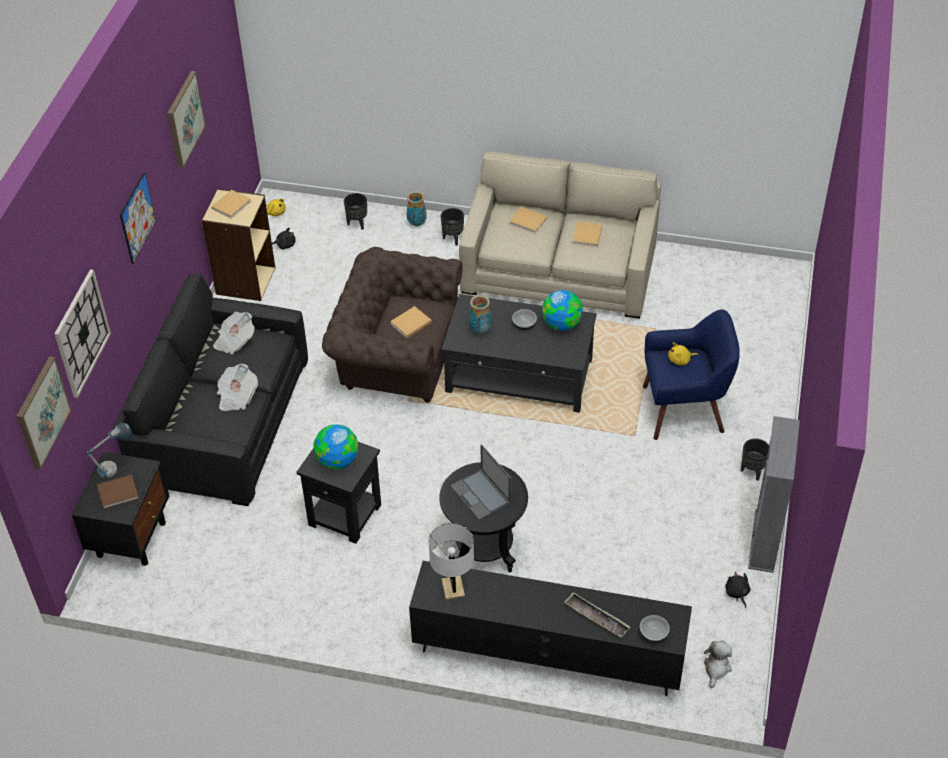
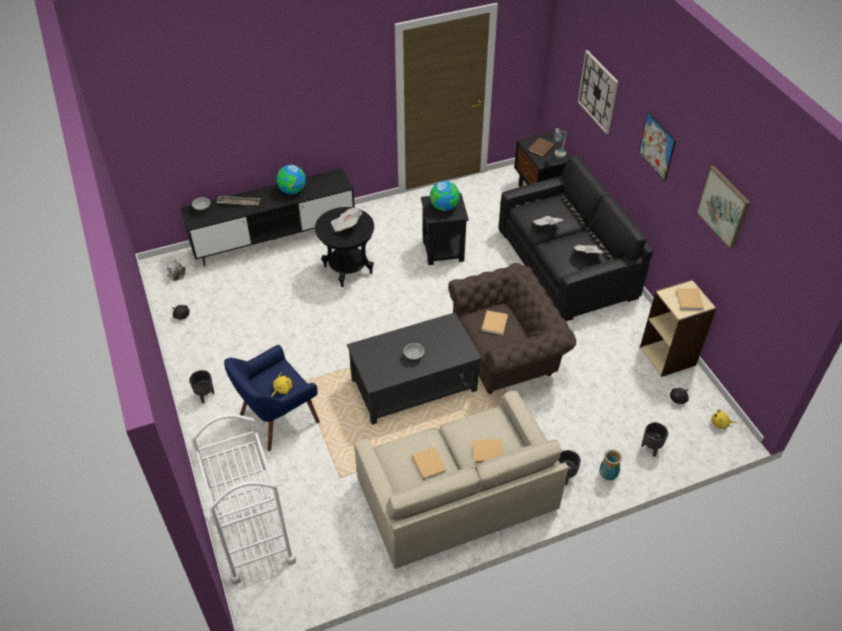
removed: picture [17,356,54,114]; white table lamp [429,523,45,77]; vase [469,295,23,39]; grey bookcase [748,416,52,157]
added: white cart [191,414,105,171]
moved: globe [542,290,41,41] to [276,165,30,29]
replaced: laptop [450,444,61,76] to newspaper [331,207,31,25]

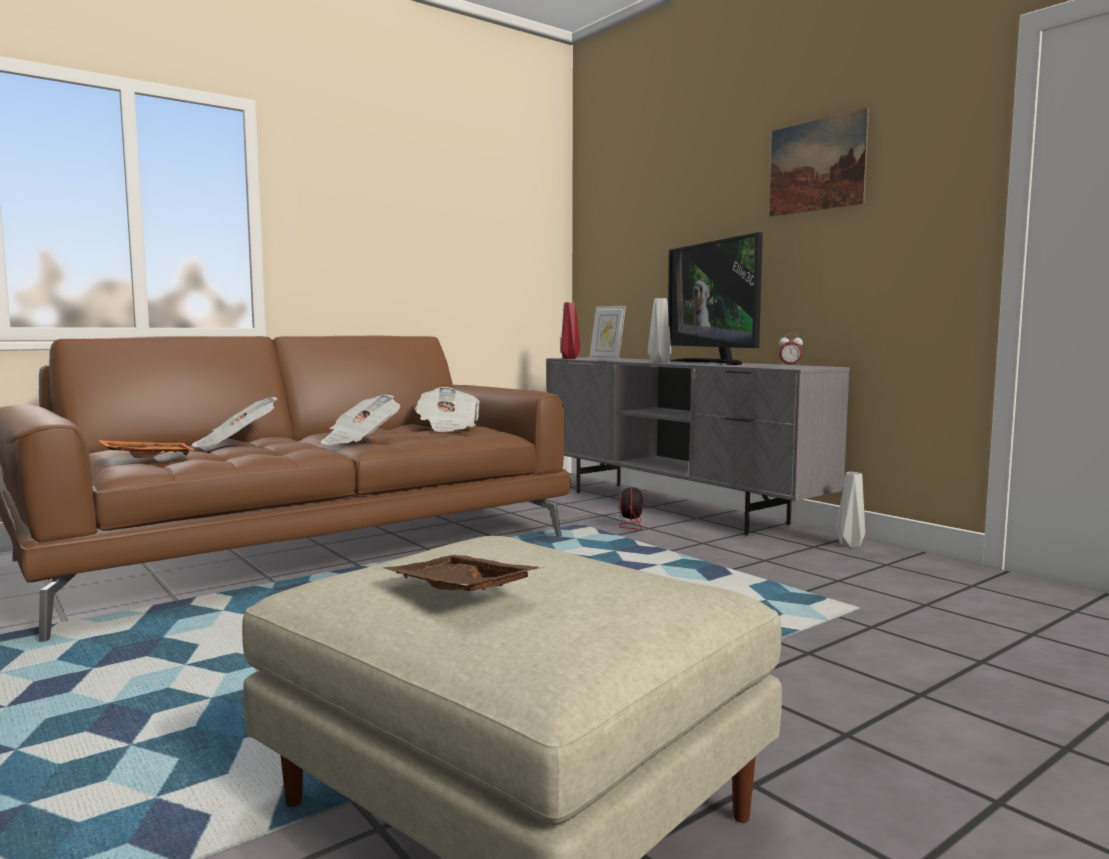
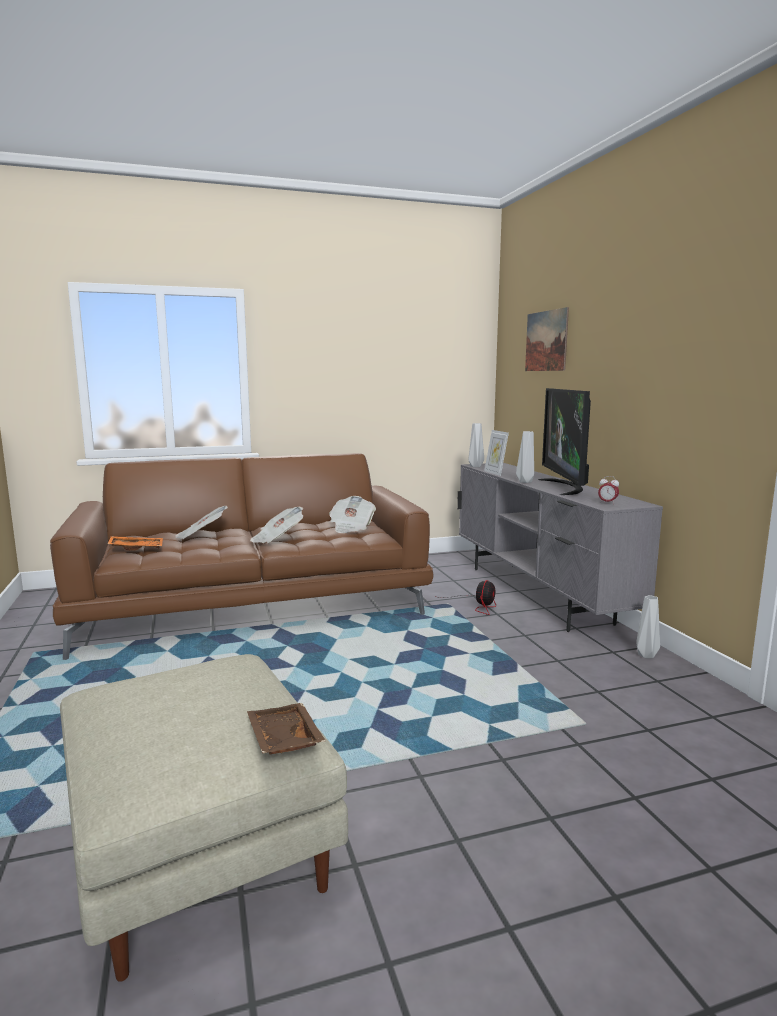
moved: brown tray [384,555,159,36] to [247,703,79,51]; picture [769,108,100,108] to [525,307,44,64]
recoloured: red vase [561,302,20,57] to grey vase [468,423,16,44]

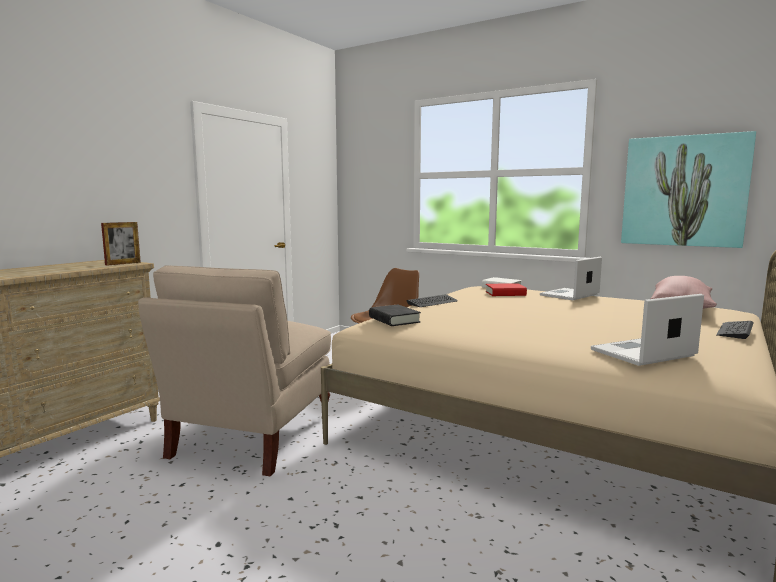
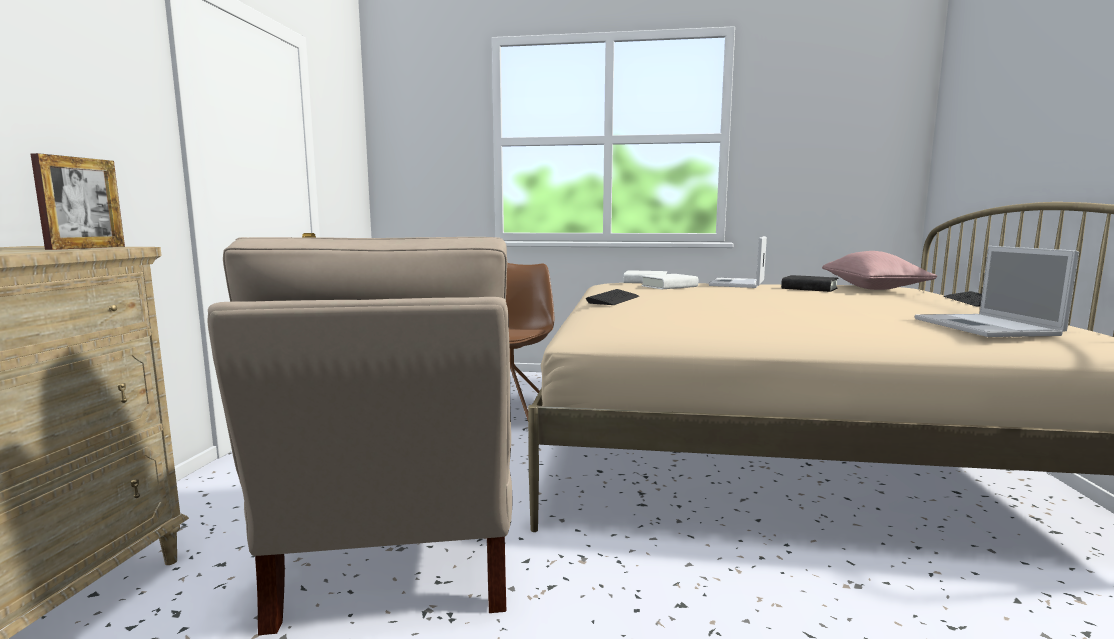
removed: picture [621,131,135,117]
moved: black book [369,305,52,21] to [781,275,57,17]
recoloured: red book [485,283,42,13] to white book [641,274,57,15]
turned: laptop [591,294,113,72] = [915,246,164,91] 45 degrees counterclockwise

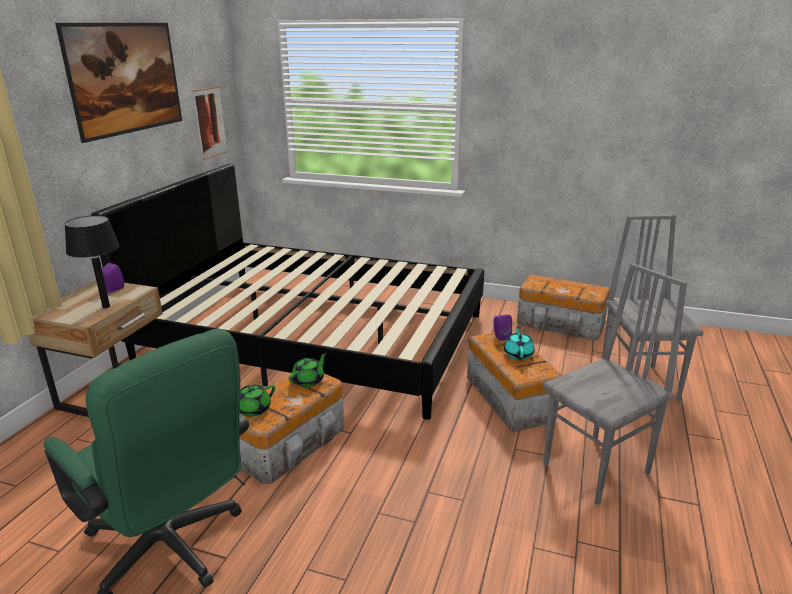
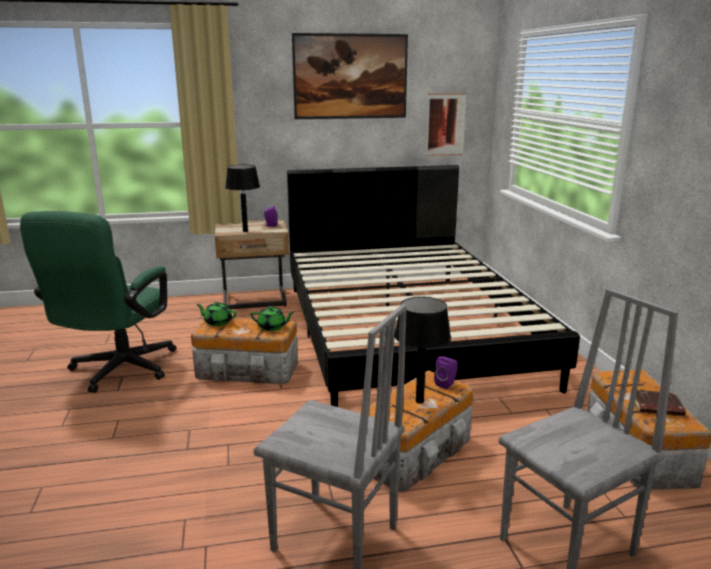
added: brown book [635,390,51,26]
replaced: turquoise teapot [504,327,31,33] to black table lamp [395,297,56,107]

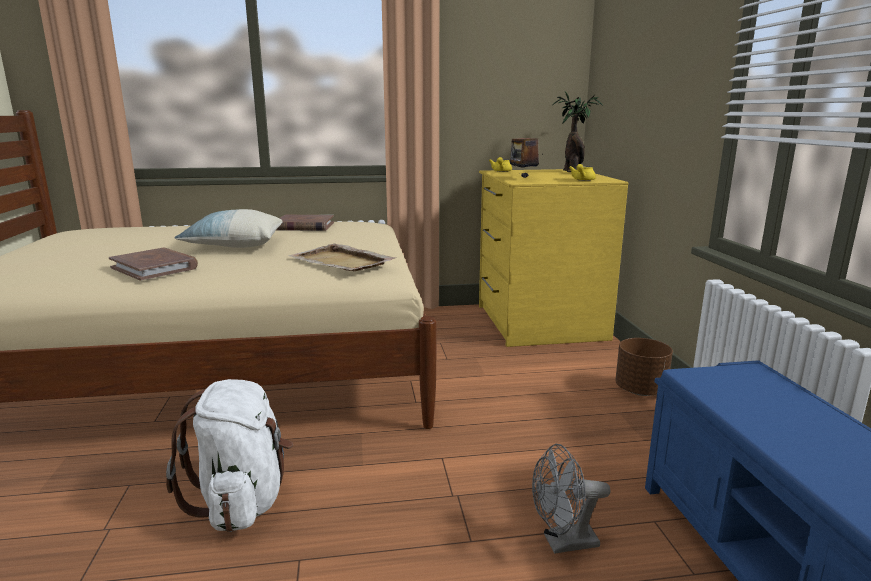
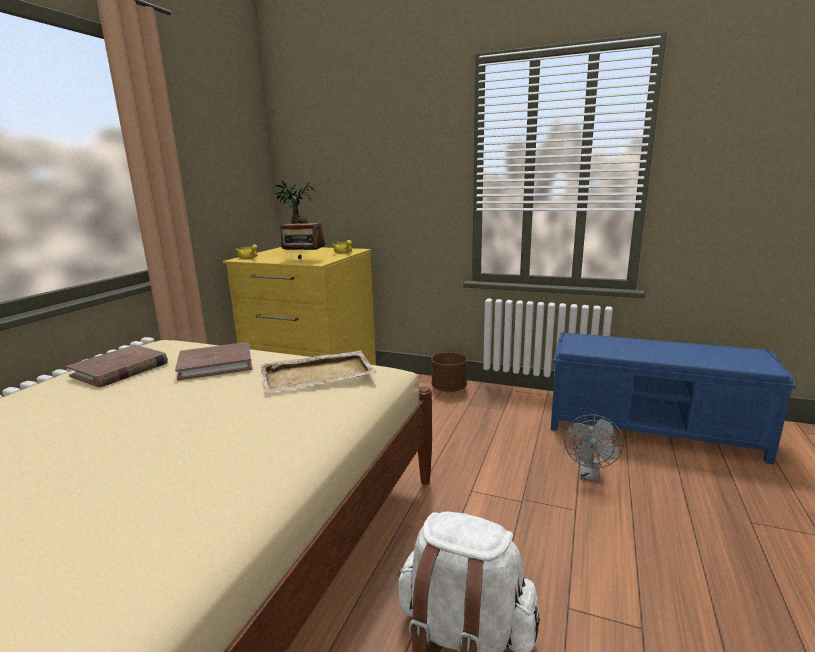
removed: pillow [174,209,109,39]
moved: brown book [109,248,89,33] to [175,342,77,39]

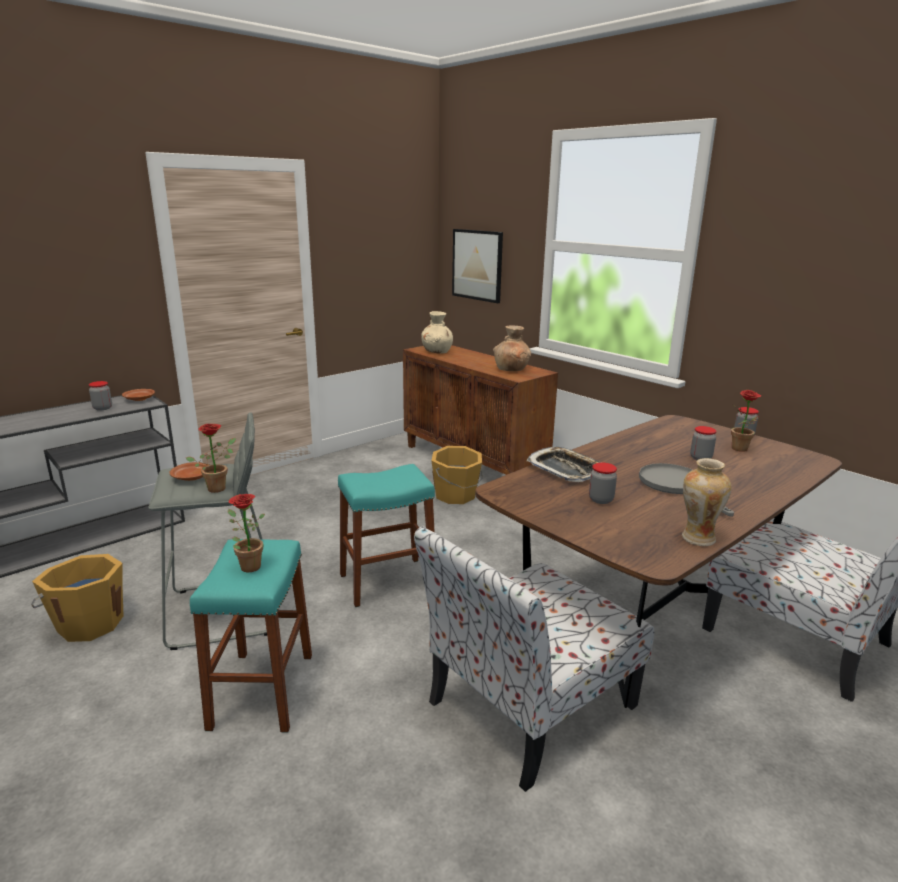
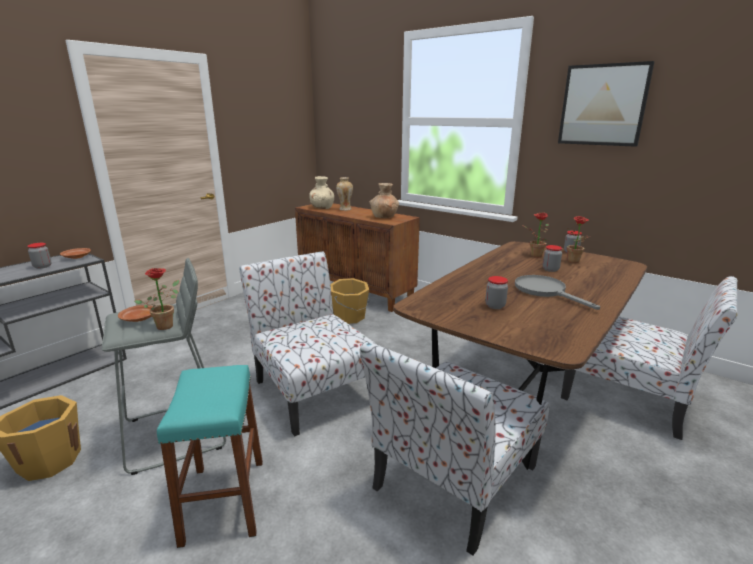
removed: tray [527,447,76,35]
moved: vase [682,458,49,88] to [336,177,17,34]; potted plant [228,494,37,78] to [523,212,26,45]; picture [452,229,51,74] to [558,61,97,86]
replaced: turquoise stool [338,464,97,143] to chair [239,251,138,185]

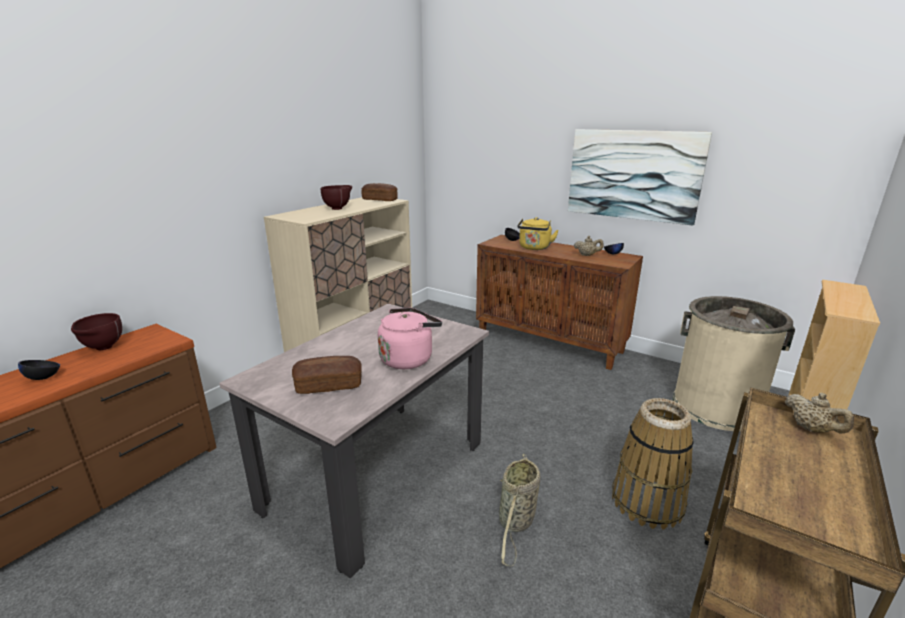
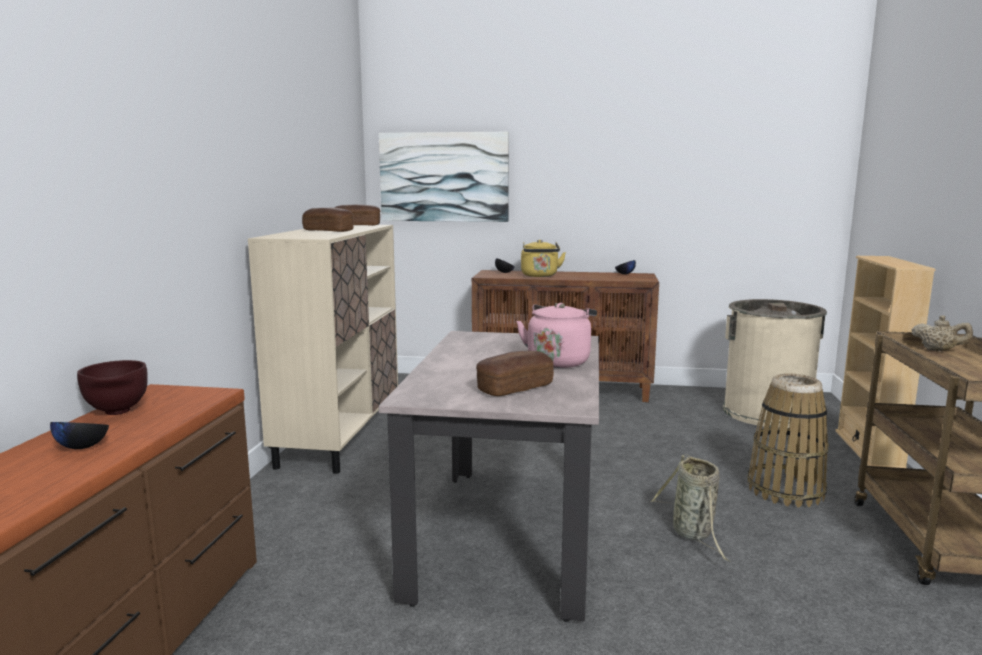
removed: beige teapot [574,236,30,20]
moved: picture [568,129,144,97] to [379,132,130,90]
replaced: brown bowl [321,185,31,25] to bread [302,208,52,24]

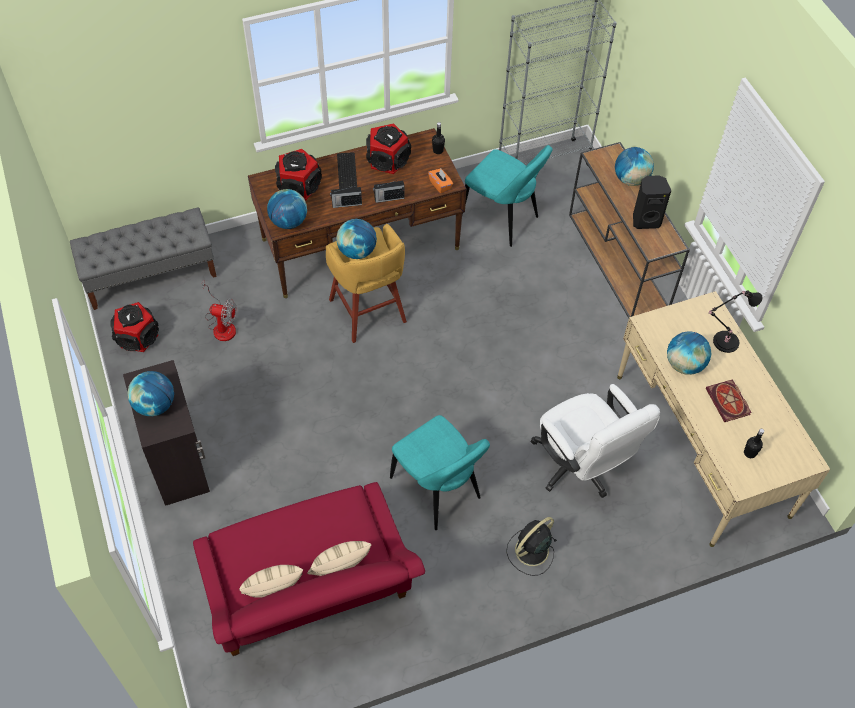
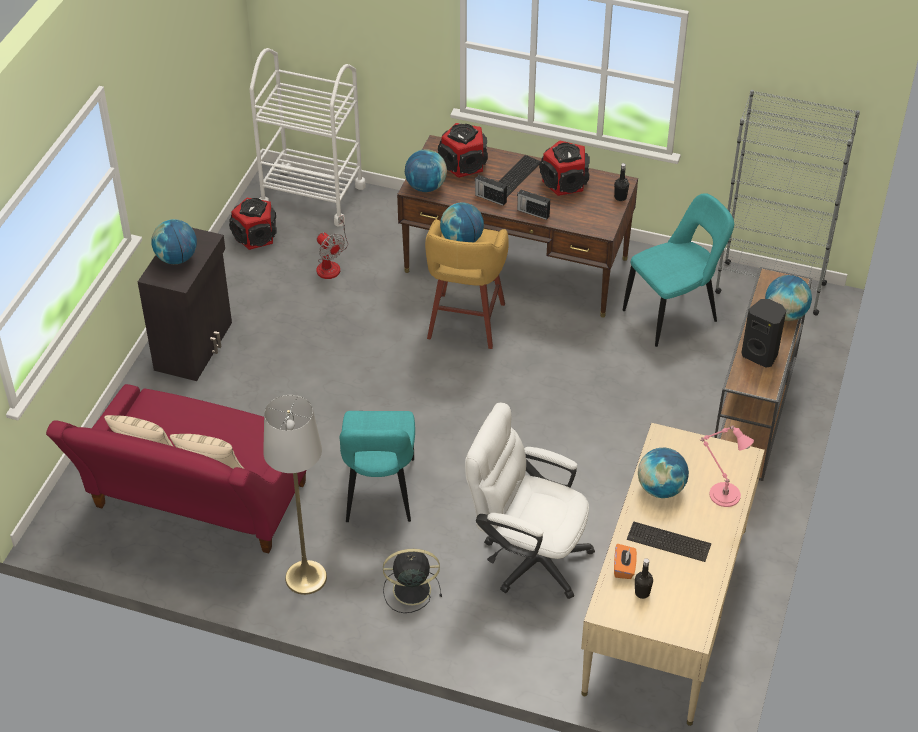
added: grey floor lamp [263,395,64,200]
moved: orange tissue box [428,169,25,24] to [614,544,23,35]
replaced: grey bench [70,207,147,103] to white cart [250,48,116,178]; book [706,379,46,43] to keyboard [627,522,84,40]
recoloured: black table lamp [708,290,54,63] to pink table lamp [699,425,55,82]
turned: white office chair [530,384,130,114] = [465,403,130,196] 105 degrees clockwise; turquoise chair [462,145,91,102] = [623,193,111,154] 105 degrees counterclockwise

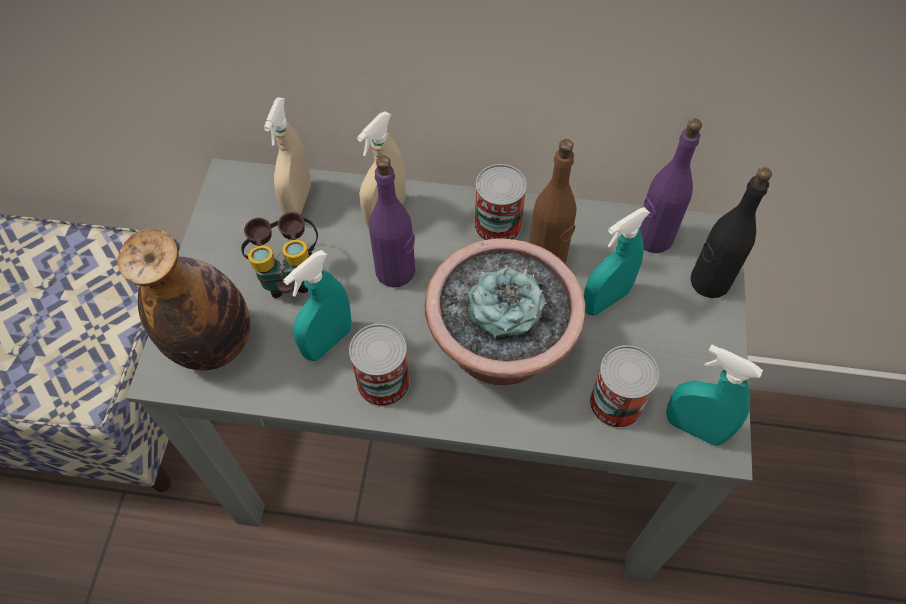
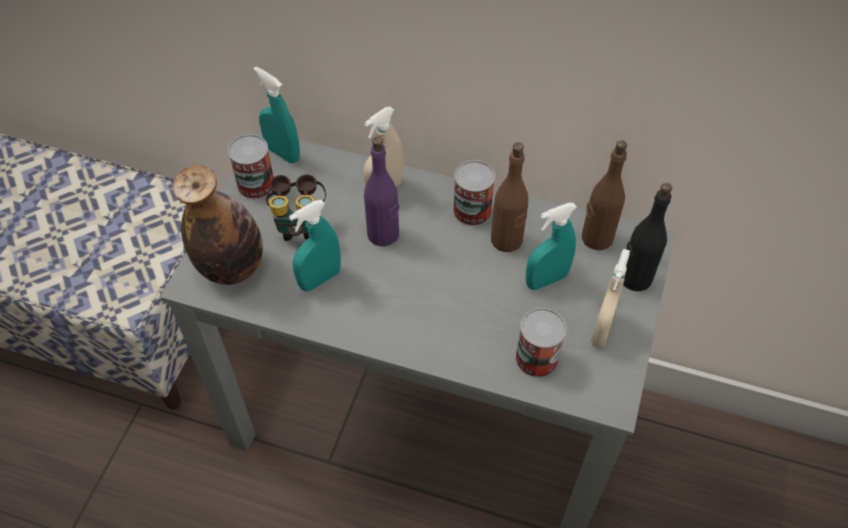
removed: potted plant [425,239,160,146]
moved: can [349,324,61,83] to [228,134,46,65]; turquoise spray bottle [666,345,97,101] to [254,66,46,97]; beige spray bottle [264,97,47,118] to [590,249,40,98]
recoloured: purple bottle [639,119,63,134] to brown bottle [582,140,45,110]

